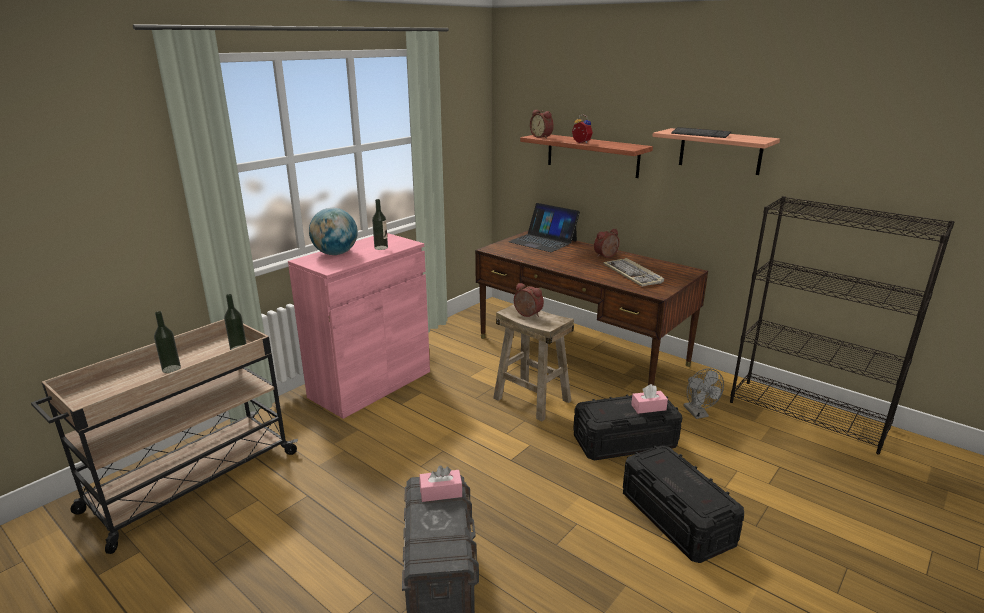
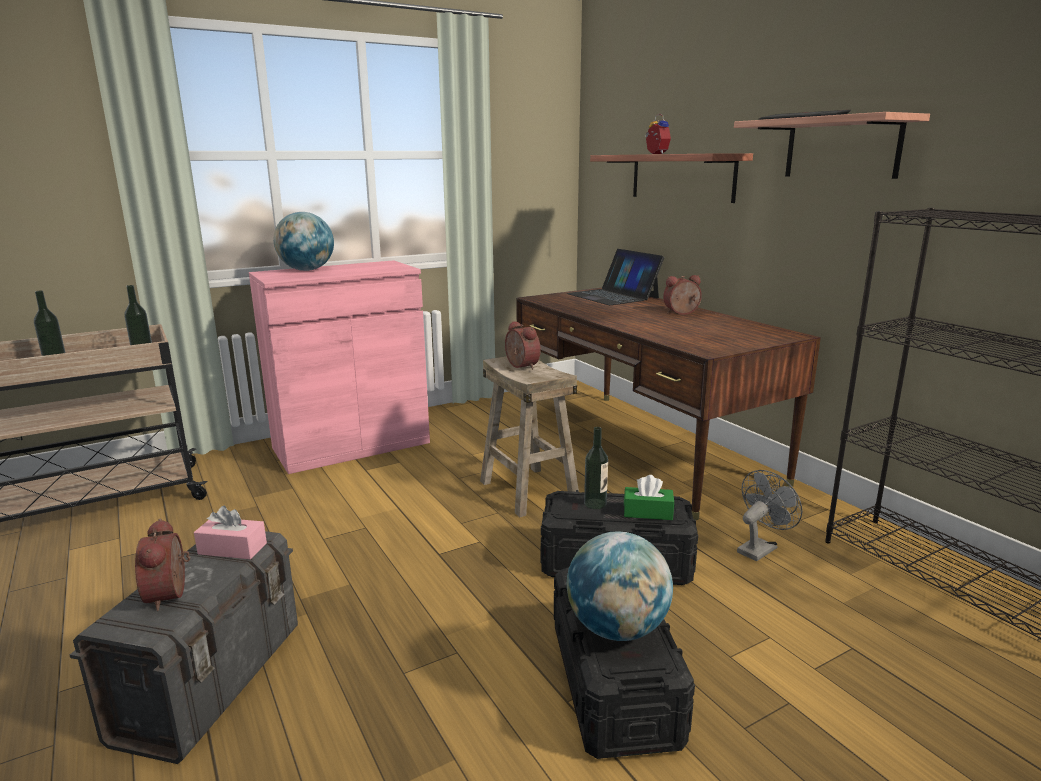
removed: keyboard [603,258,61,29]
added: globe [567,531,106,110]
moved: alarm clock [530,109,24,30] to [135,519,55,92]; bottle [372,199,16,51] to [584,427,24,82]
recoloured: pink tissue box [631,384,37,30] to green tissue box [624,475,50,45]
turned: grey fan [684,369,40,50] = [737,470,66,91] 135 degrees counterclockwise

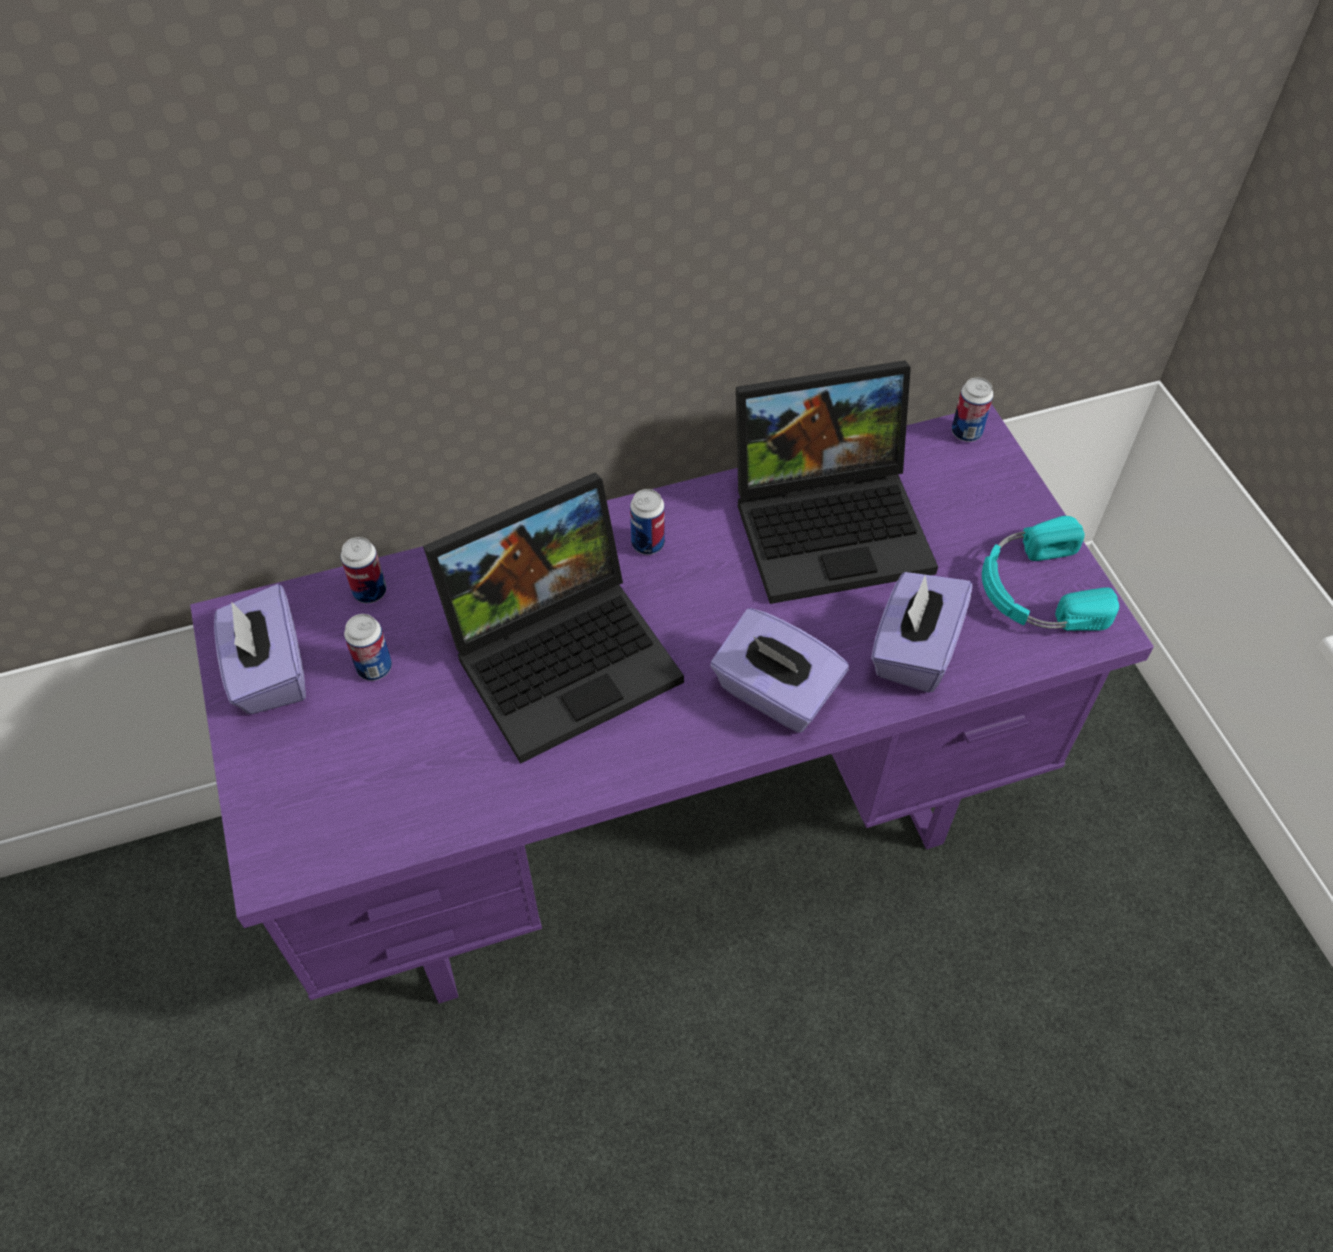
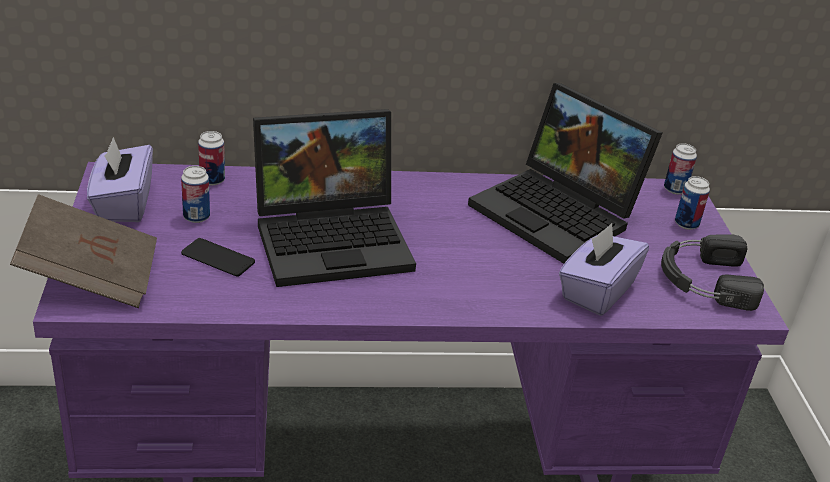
removed: purple tissue box [711,608,138,125]
added: brown book [10,194,147,114]; phone [181,238,74,39]
moved: can [630,489,35,66] to [675,176,35,54]
recoloured: turquoise headphones [982,516,137,115] to black headphones [661,234,103,77]
turned: laptop [736,360,202,244] = [468,83,195,181] 45 degrees clockwise

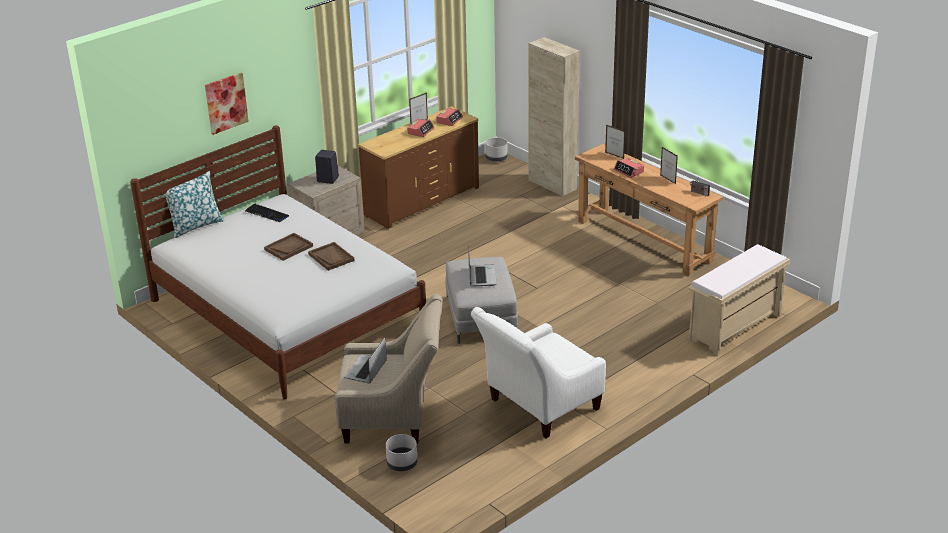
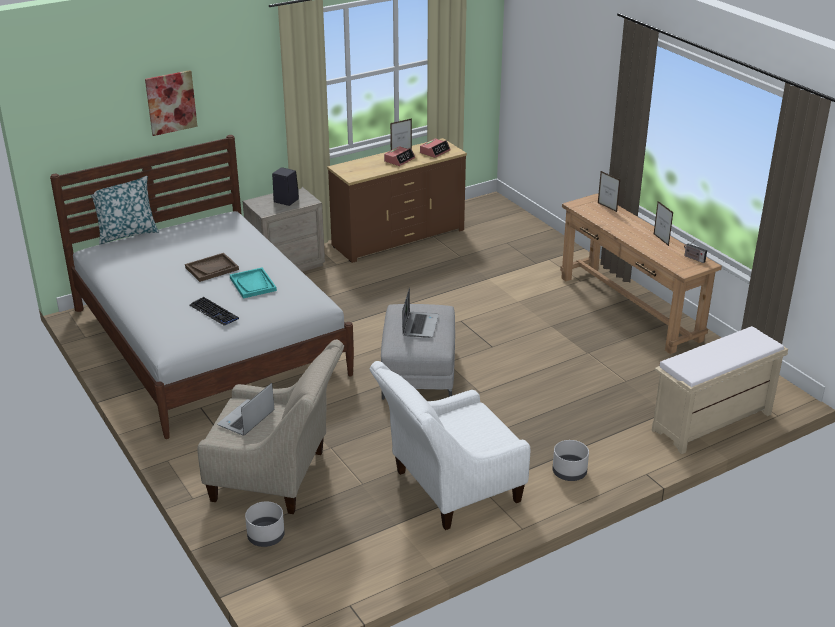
removed: beige cabinet [528,37,52,160]; alarm clock [614,158,30,20]
moved: keyboard [245,203,44,19] to [189,297,50,28]; grey planter [485,137,23,25] to [553,440,36,41]
recoloured: brown tray [308,242,47,29] to turquoise tray [230,268,47,31]

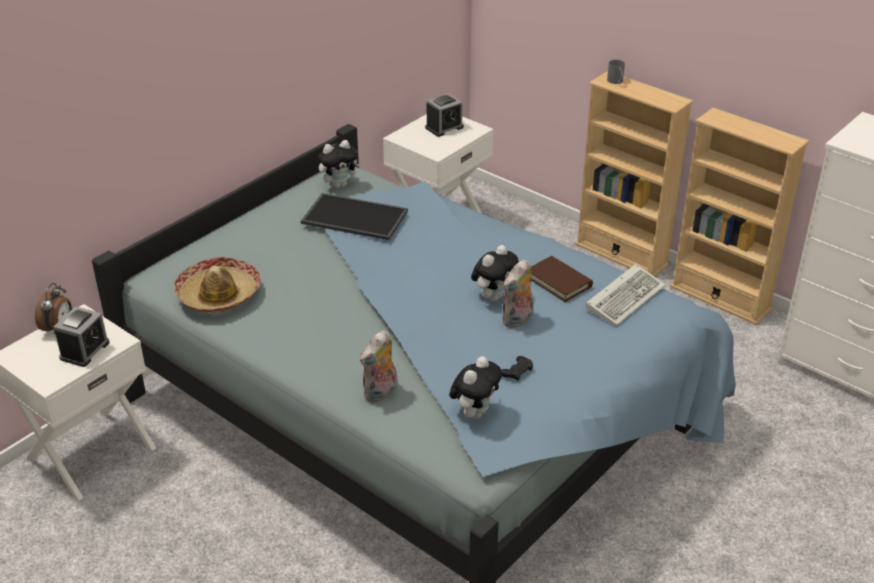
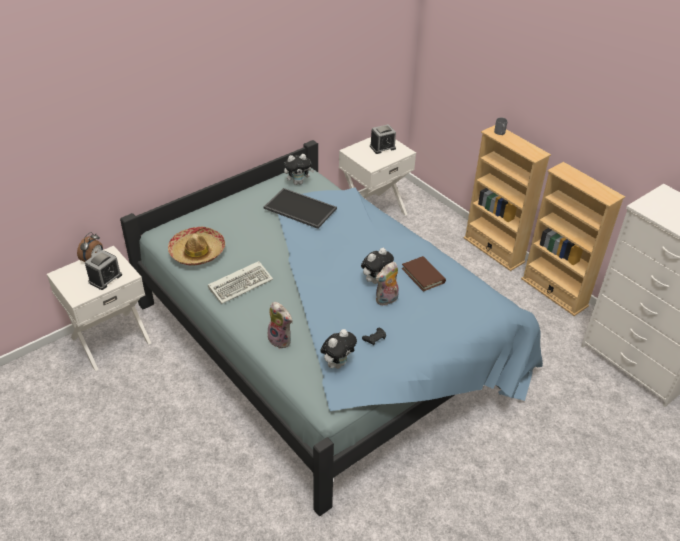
moved: keyboard [585,264,81,62] to [208,261,65,43]
turned: plush toy [360,330,38,73] = [268,302,24,47] 105 degrees counterclockwise

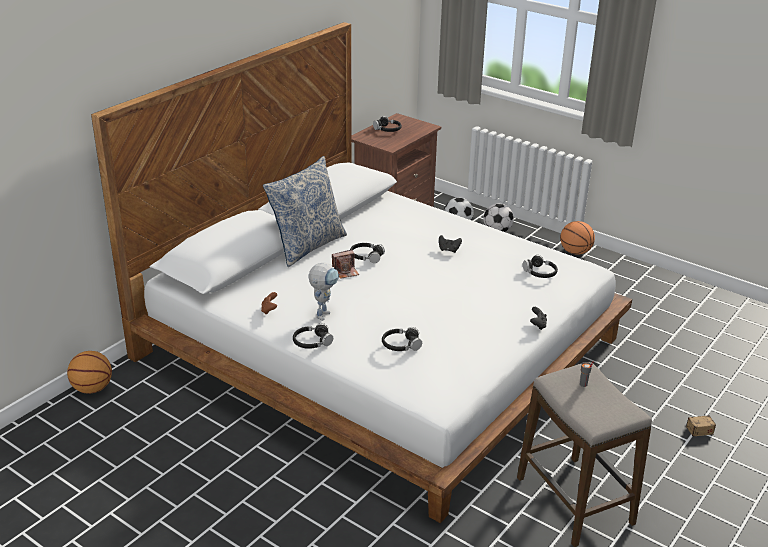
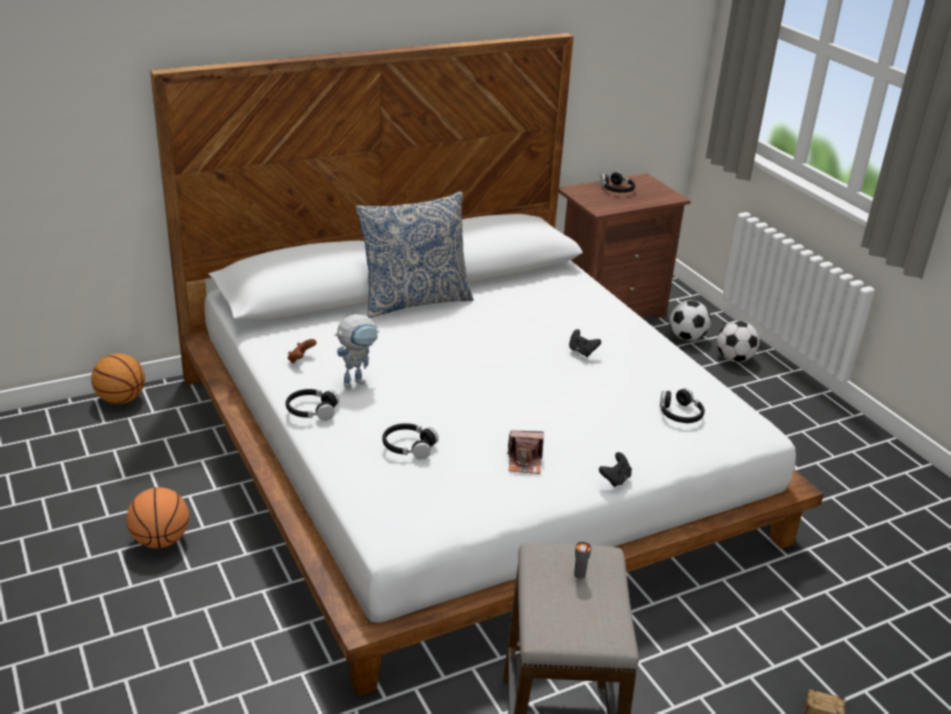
removed: black headphones [350,243,35,20]
moved: basketball [560,221,35,34] to [126,487,63,61]; photo camera [332,250,27,29] to [507,430,37,44]

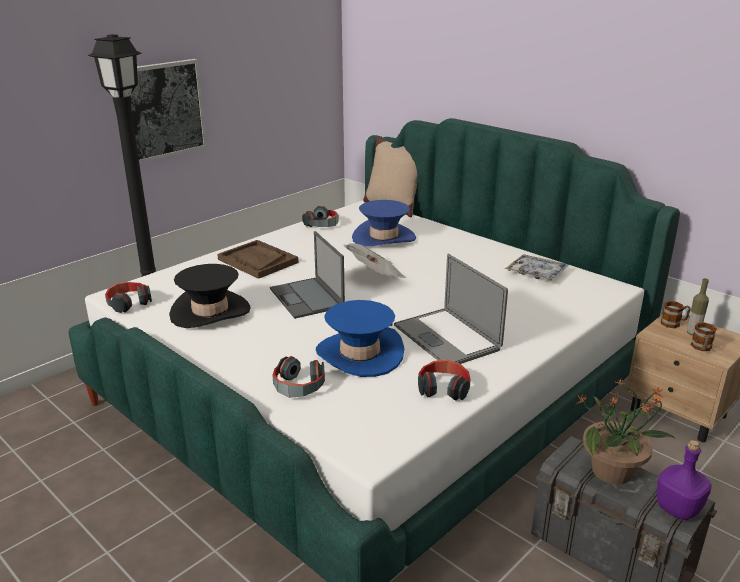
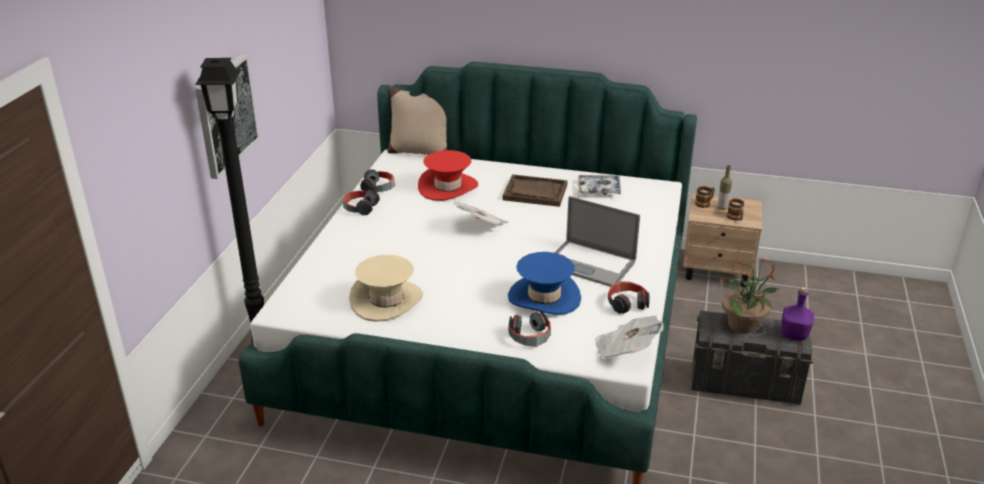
removed: laptop [270,231,75,88]
added: newspaper [595,316,69,43]
moved: headphones [105,282,47,31] to [343,190,37,25]; brown tray [217,240,82,39] to [503,174,65,33]
recoloured: black hat [169,264,82,64] to beige hat [349,255,74,67]; blue hat [352,200,64,46] to red hat [418,150,60,51]

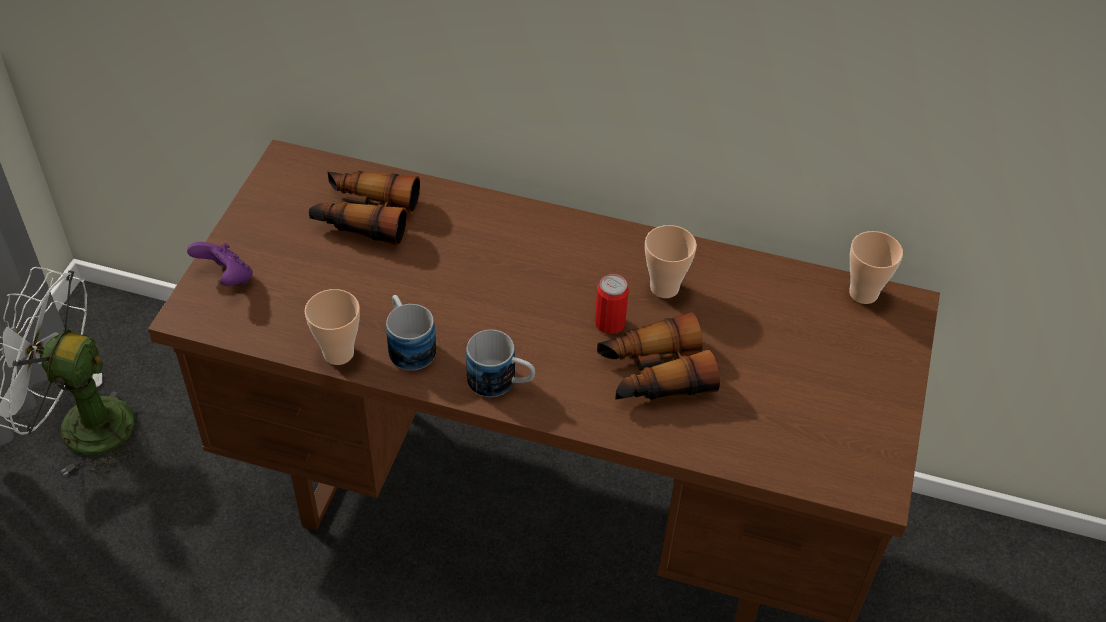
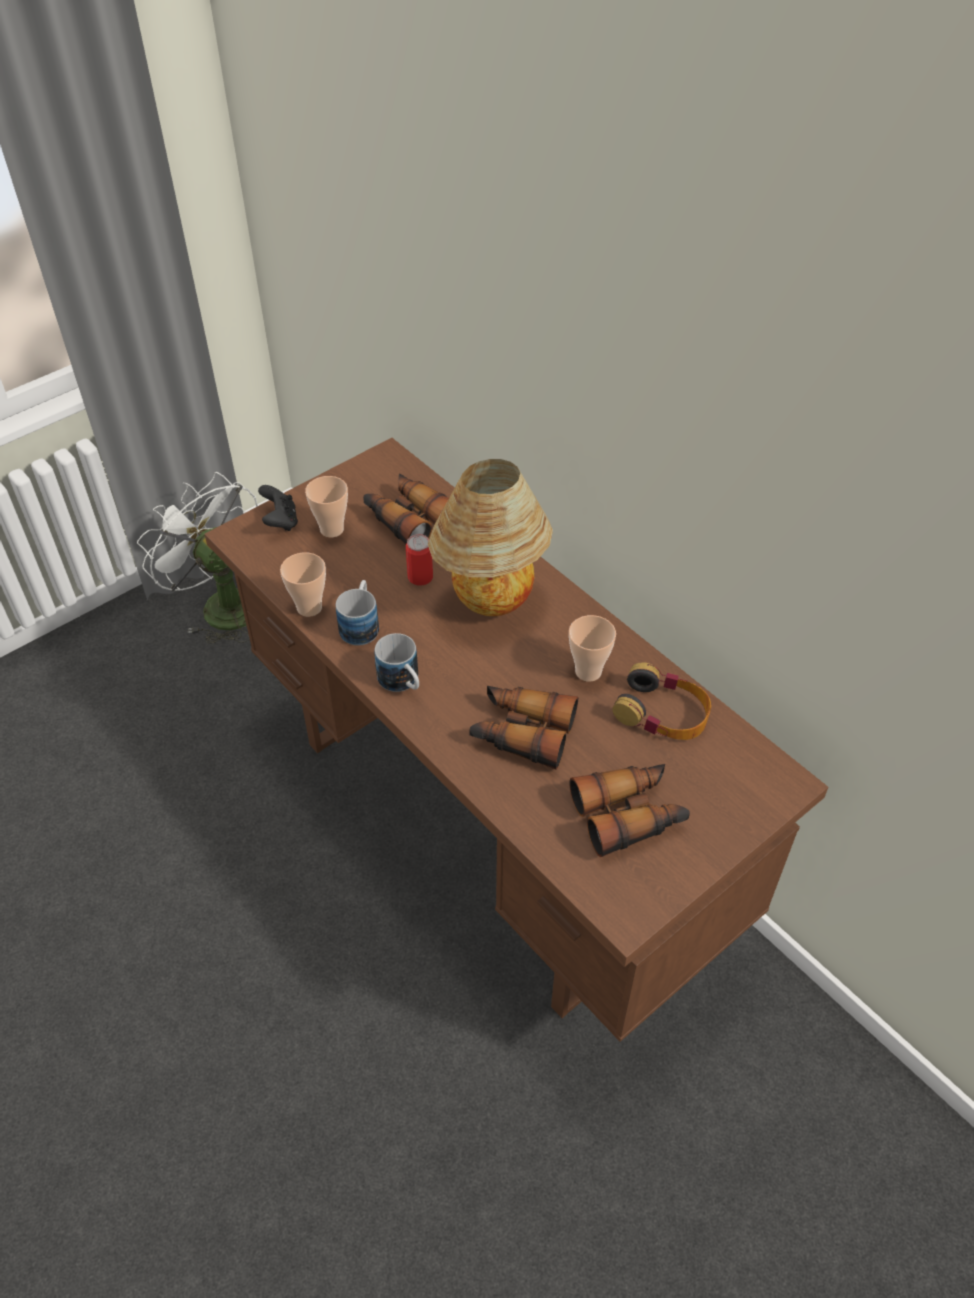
added: table lamp [428,459,125,157]; binoculars [569,764,121,93]; headphones [612,662,99,78]
moved: cup [849,231,54,73] to [305,476,43,61]; can [594,274,35,60] to [406,534,27,51]
recoloured: purple game controller [187,242,66,44] to black game controller [258,485,40,46]

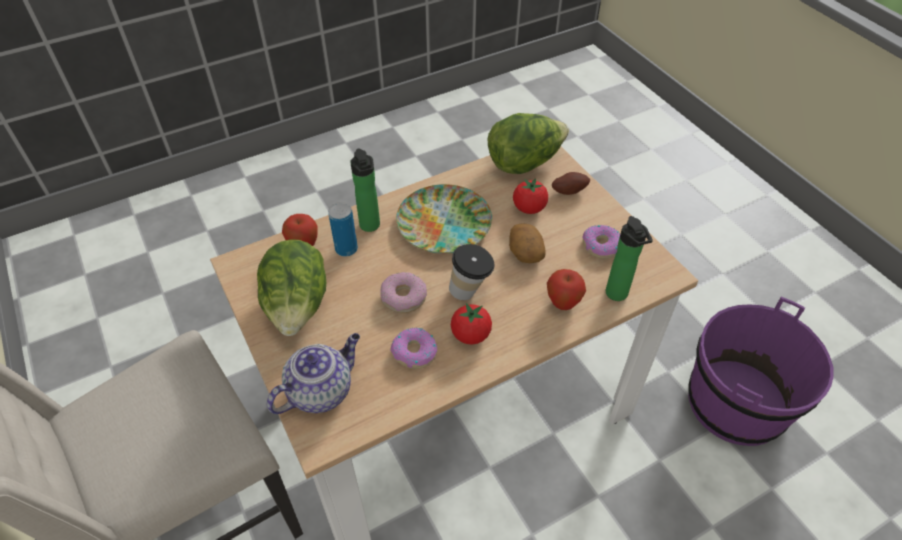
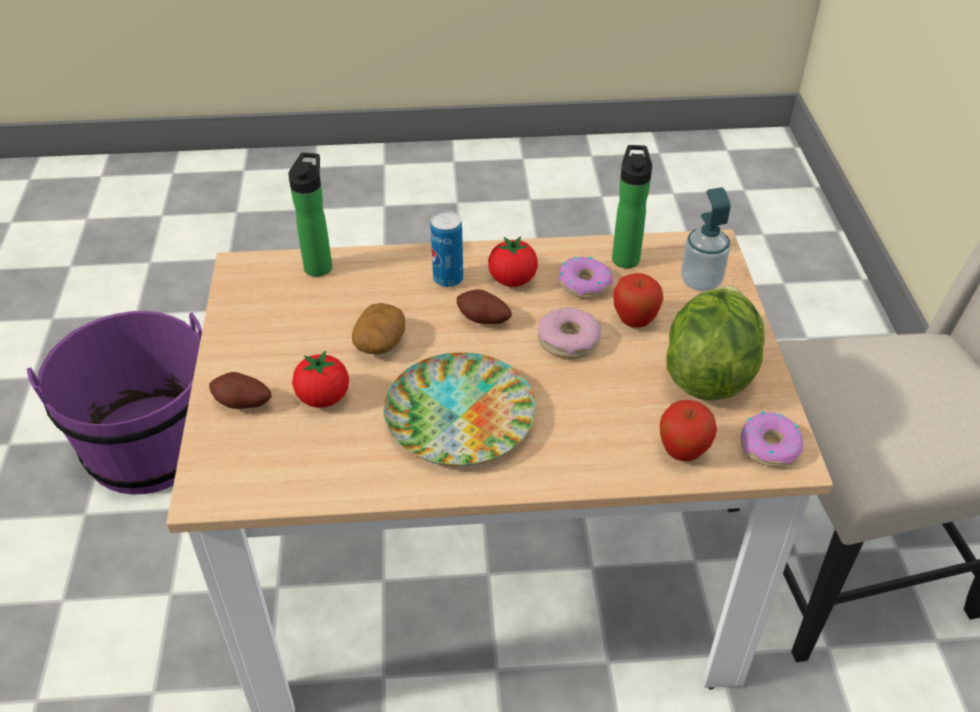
removed: lettuce [488,113,81,61]
moved: can [328,202,30,55] to [430,211,33,76]; bottle [350,149,30,83] to [612,145,40,123]; apple [547,269,39,41] to [613,273,50,55]; donut [583,225,37,34] to [740,411,63,56]
replaced: cup [449,244,46,56] to potato [457,289,55,35]; teapot [267,333,93,81] to soap dispenser [681,187,50,105]

